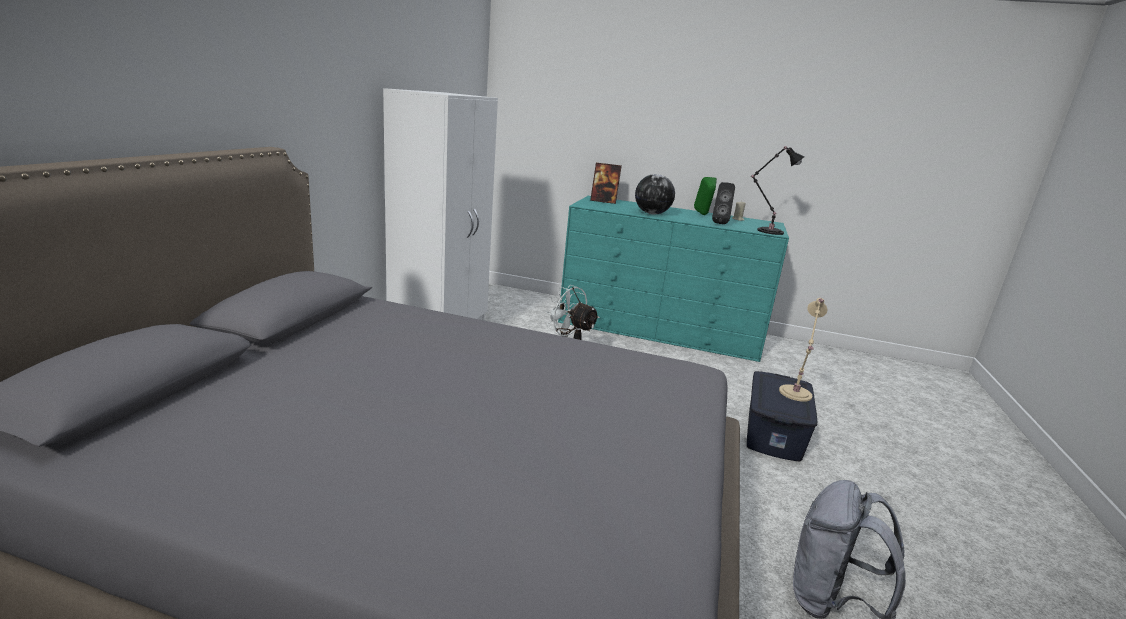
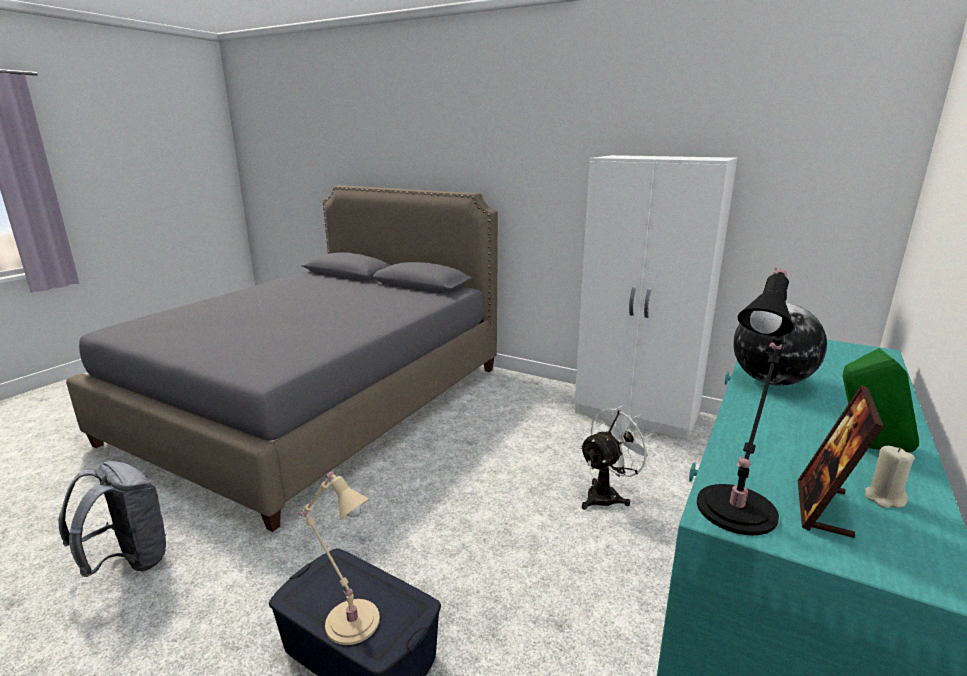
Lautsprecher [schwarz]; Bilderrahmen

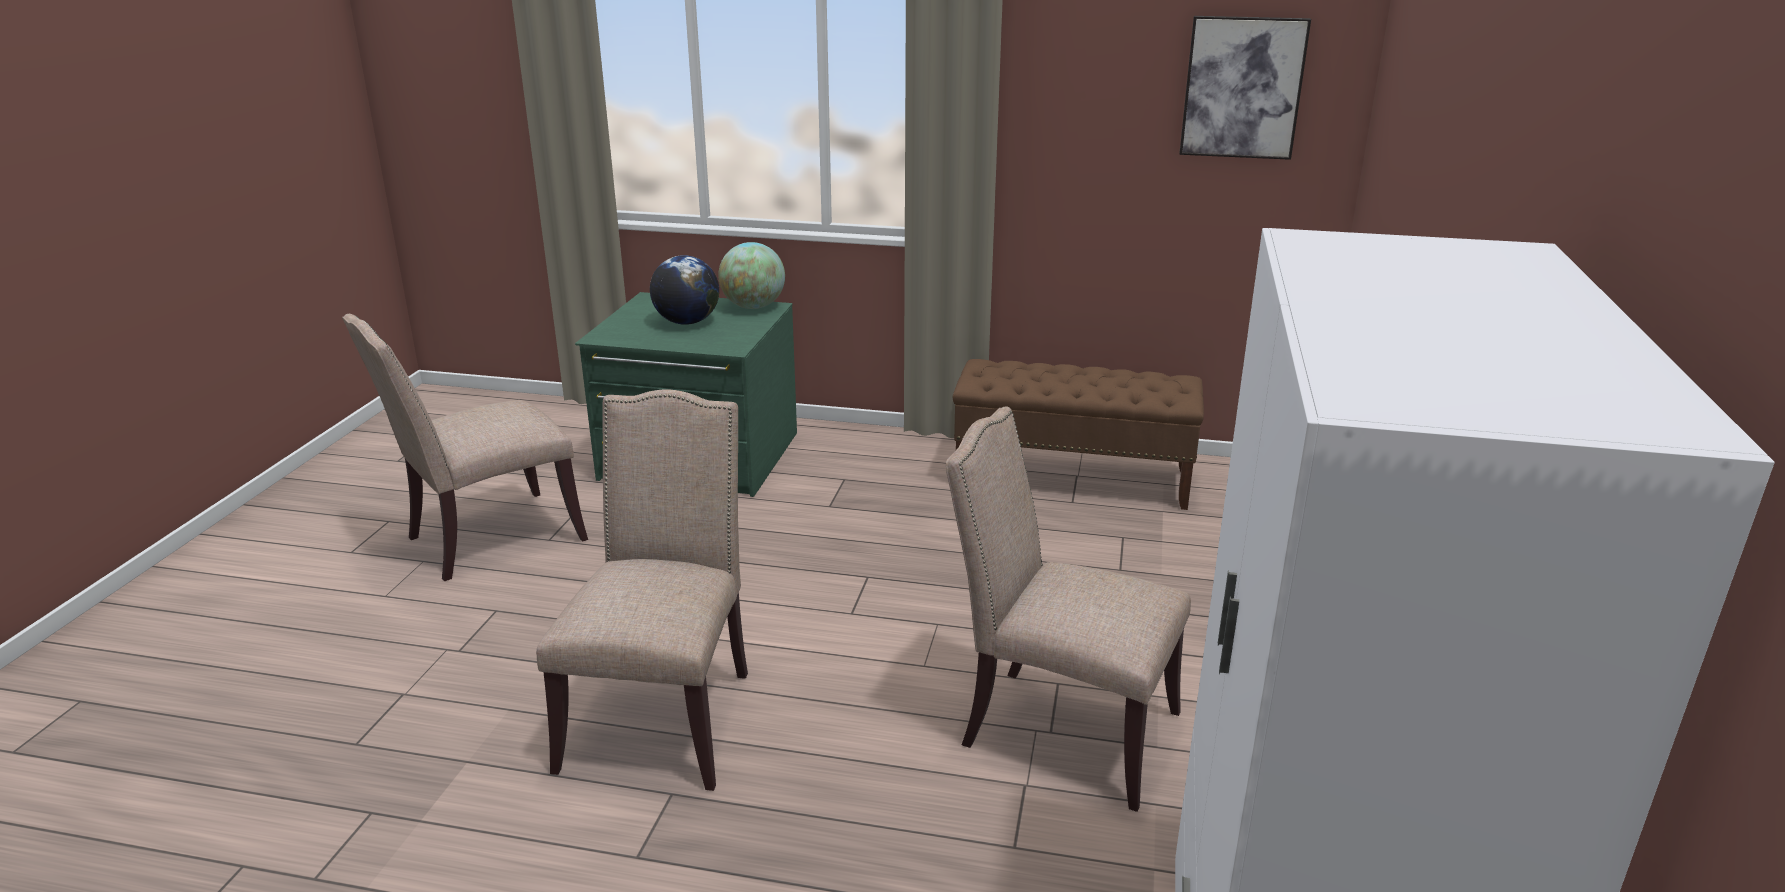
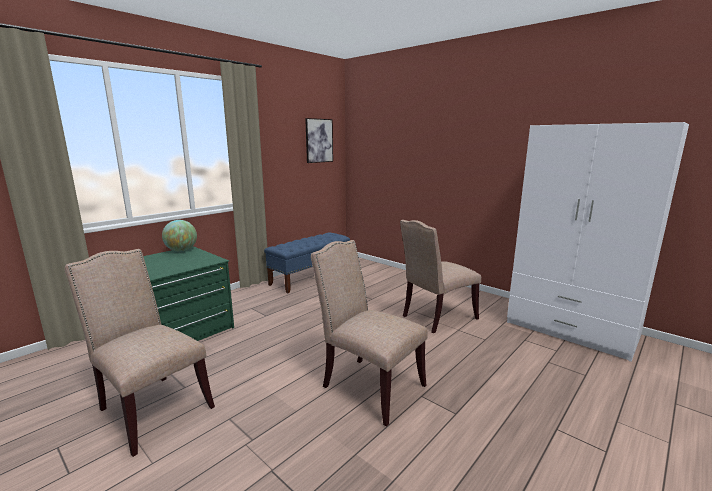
Globus (no. 1 from left in the first image); Bank [blau]; Stuhl [beige] (no. 1 from left)

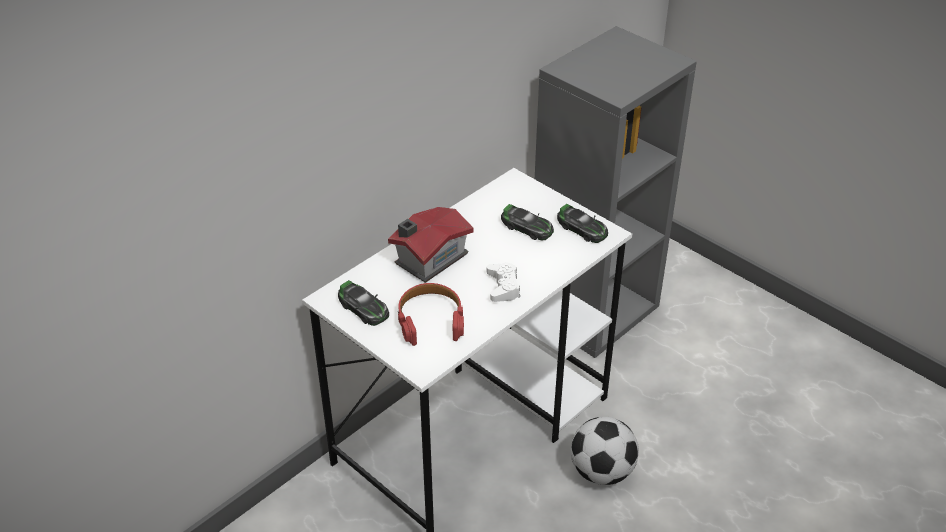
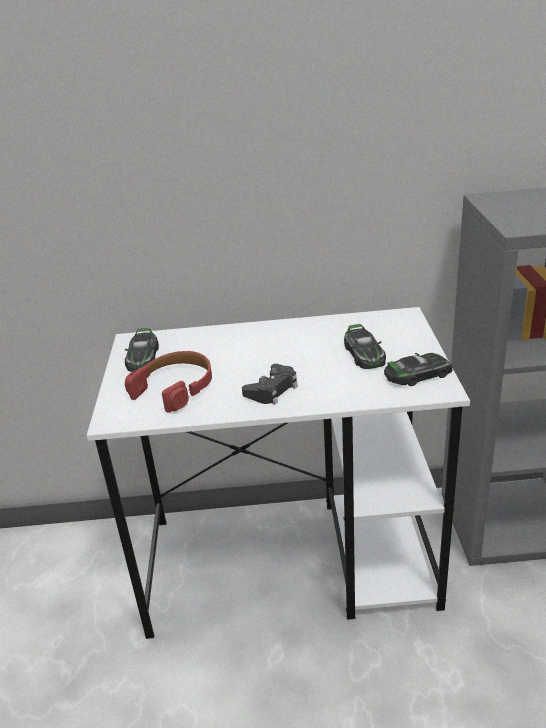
Spielzeughaus; Fußball; Gamepad [schwarz]; Spielzeugauto (no. 3 from left)

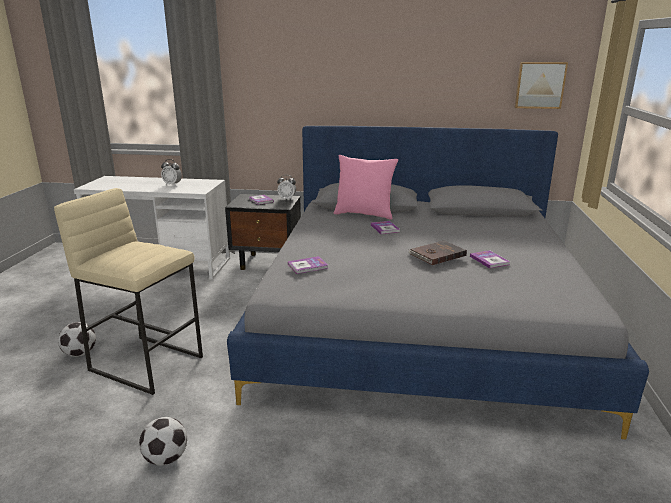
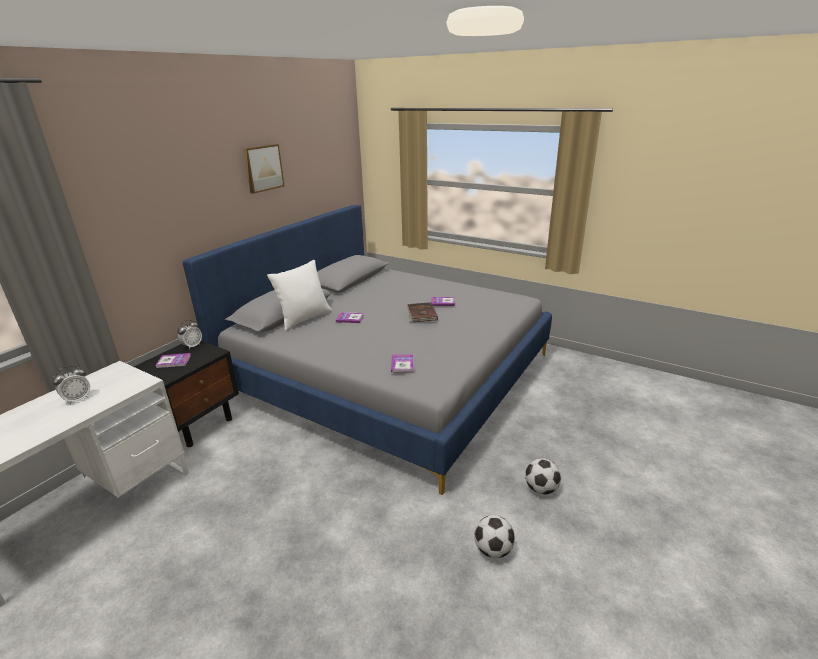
Hocker [beige]; Fußball (no. 2 from left); Bild; Kissen [weiß]

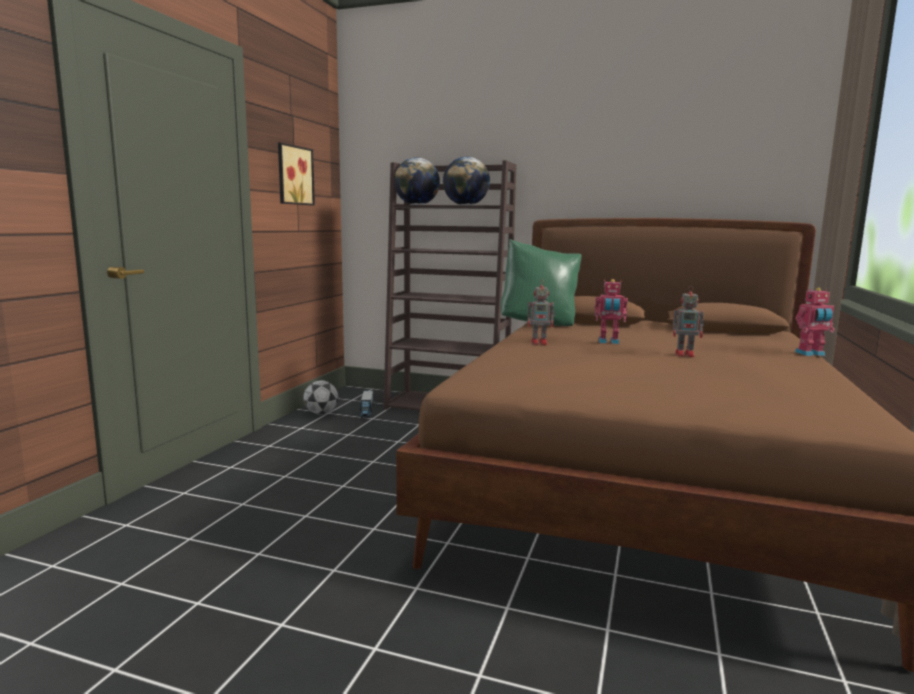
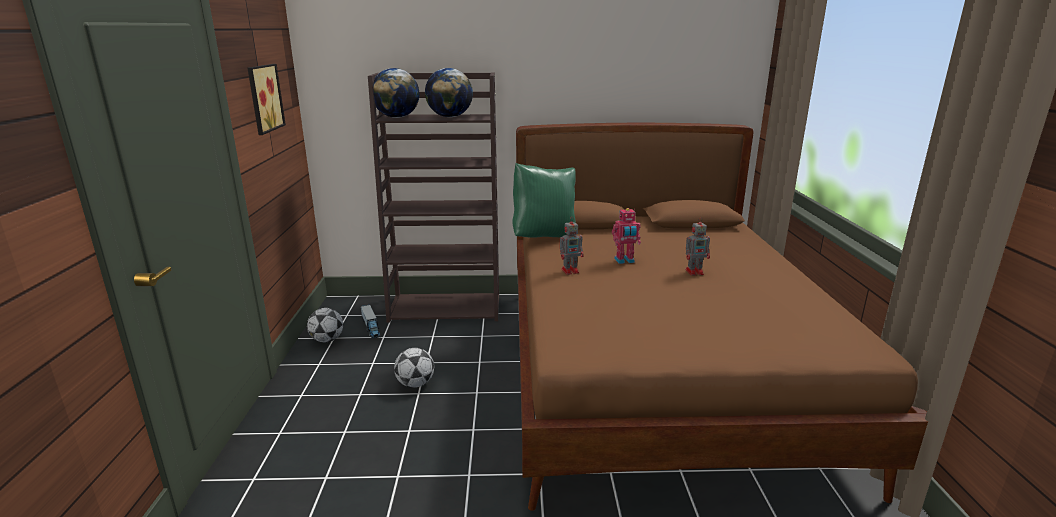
Spielzeugroboter (no. 4 from left in the first image); Fußball (no. 2 from left)

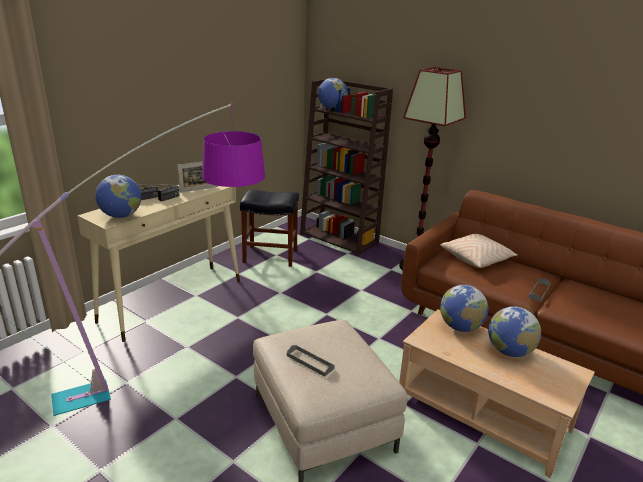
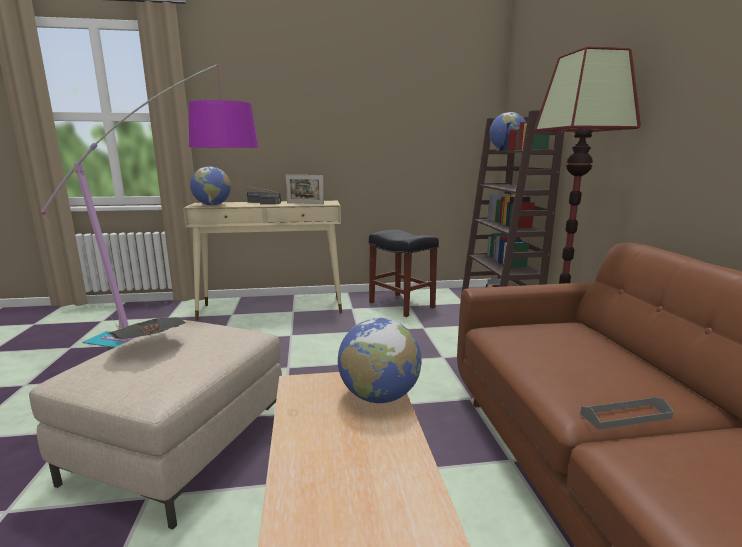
Kissen [beige]; Globus (no. 4 from left in the first image); Zeitung

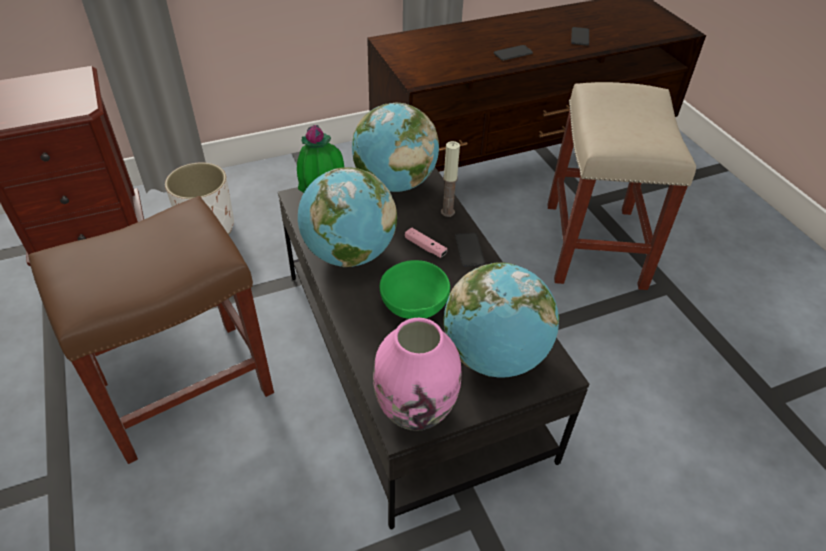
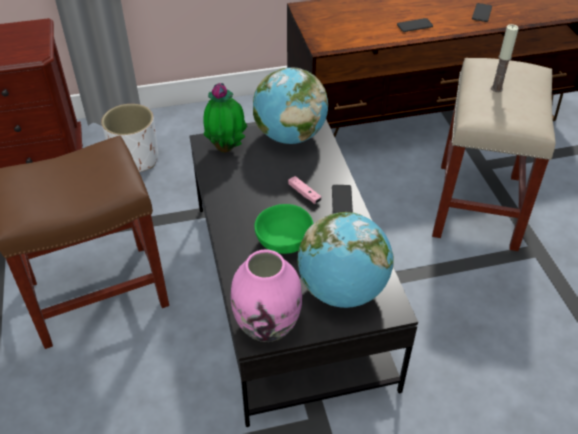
Globus (no. 1 from left in the first image); Kerze

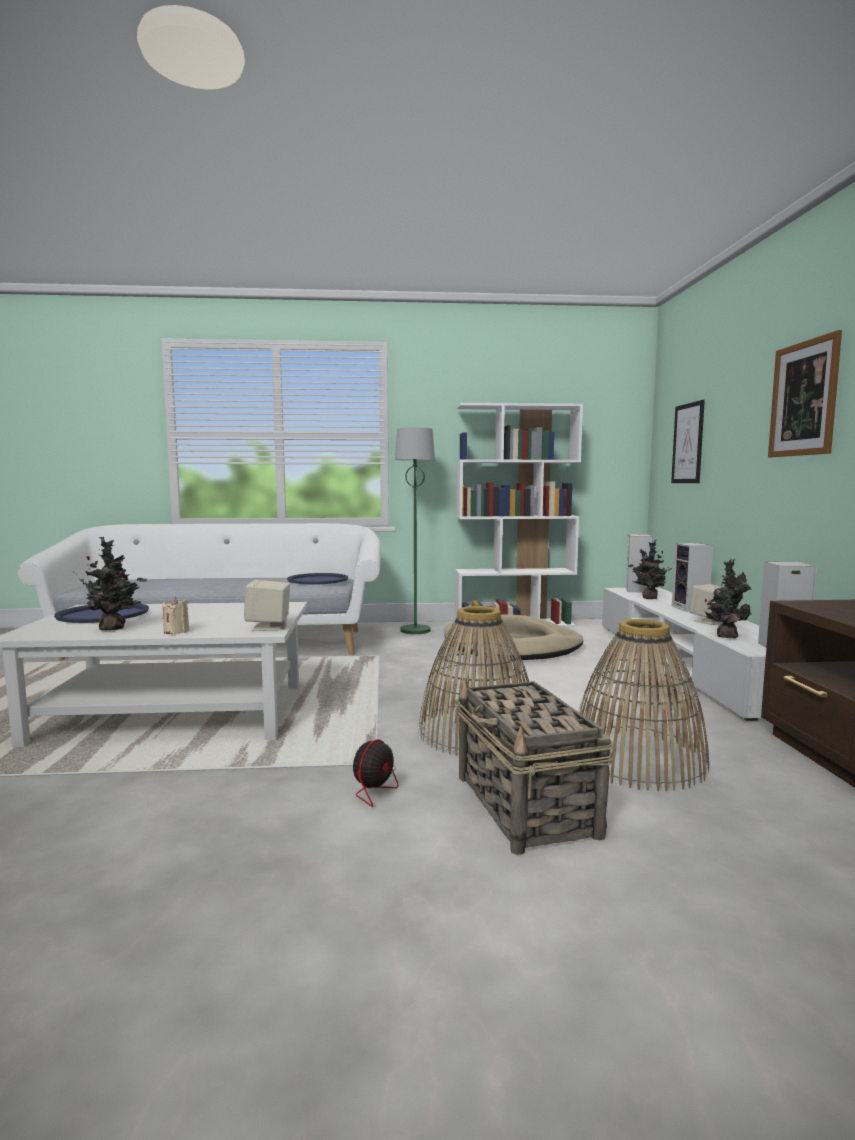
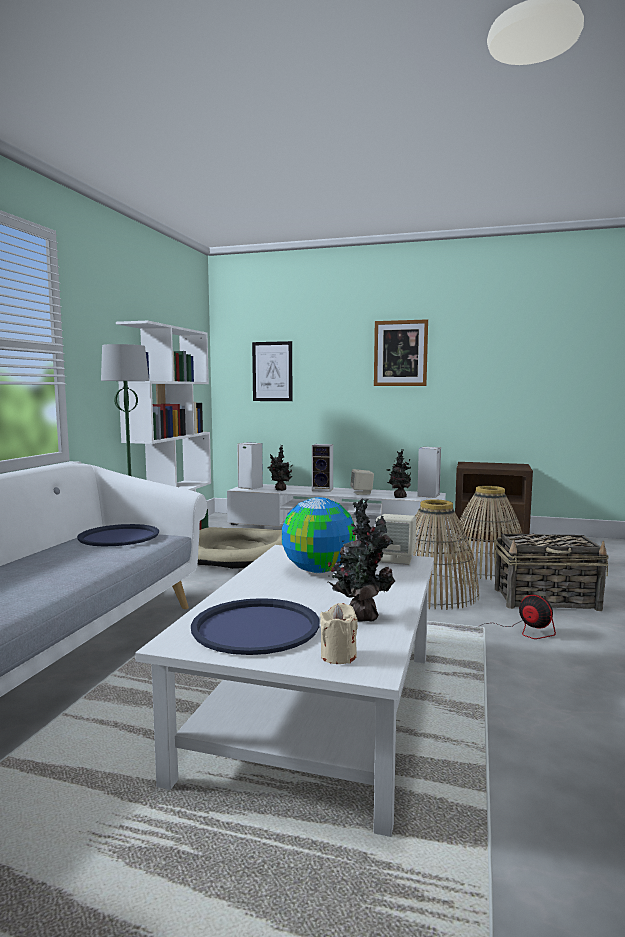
Globus; Kerze [beige]

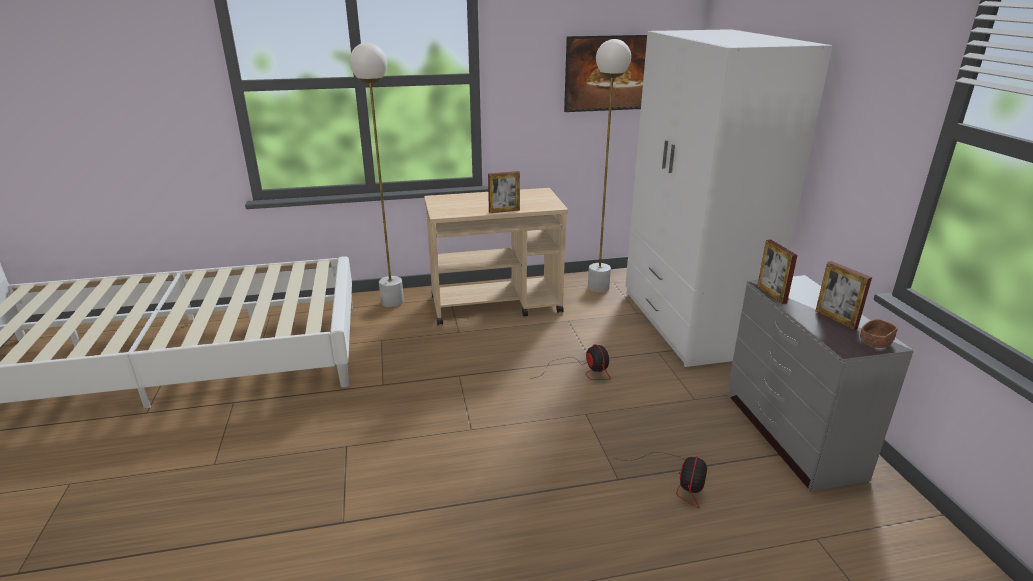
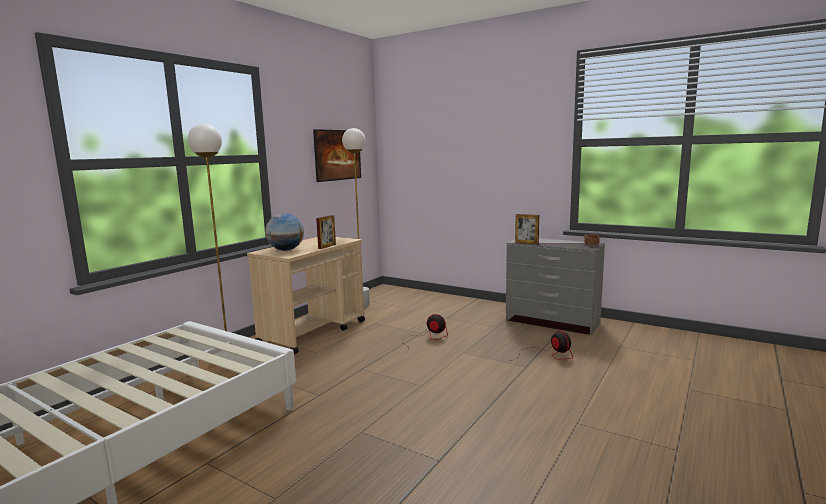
Kleiderschrank [weiß]; Bilderrahmen (no. 3 from left in the first image); Globus

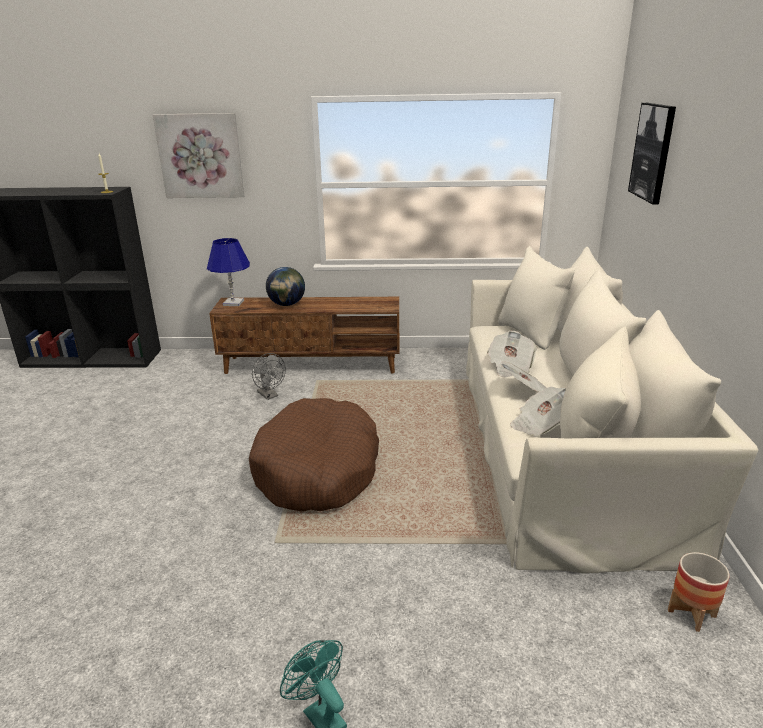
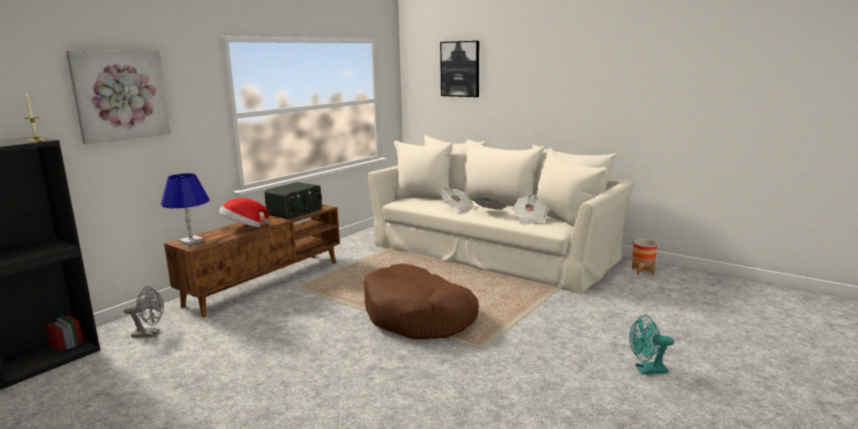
Radio; Ventilator [grau]; Hut

